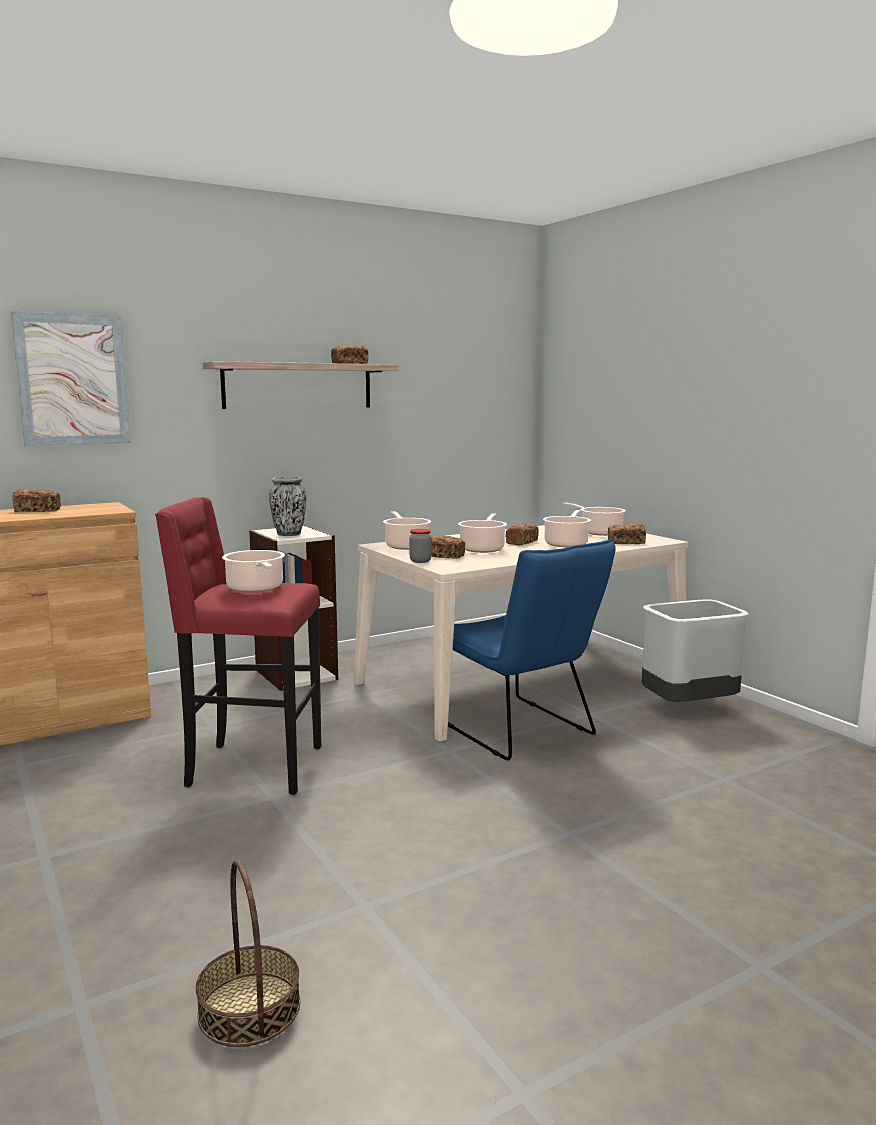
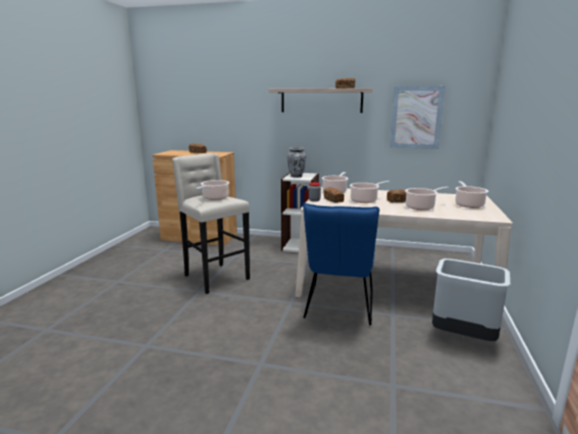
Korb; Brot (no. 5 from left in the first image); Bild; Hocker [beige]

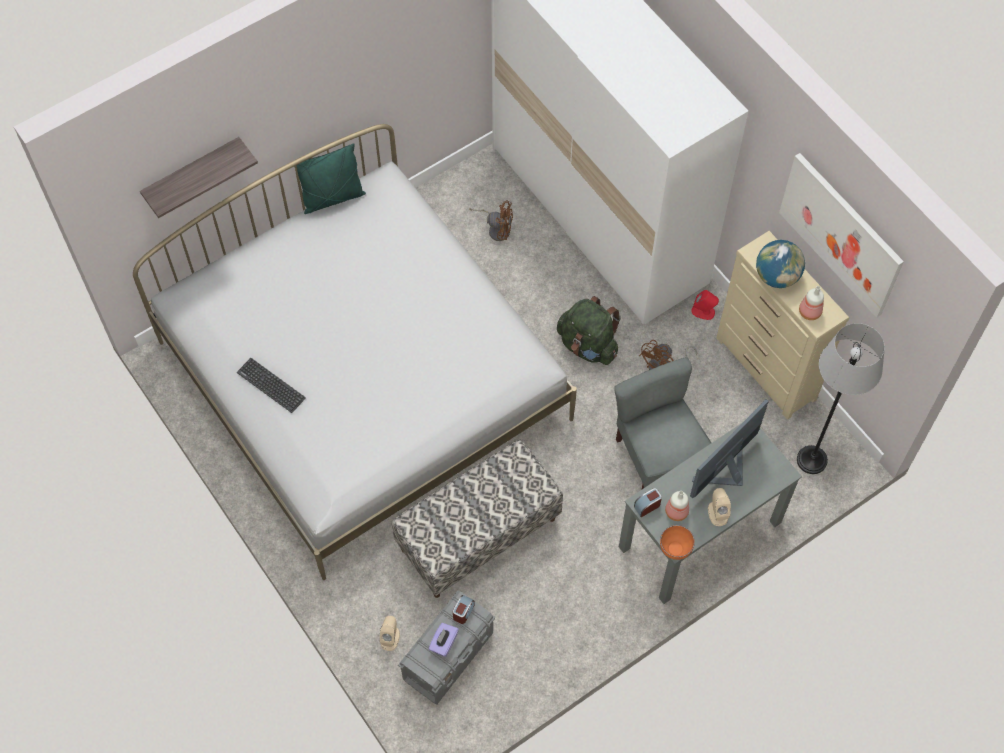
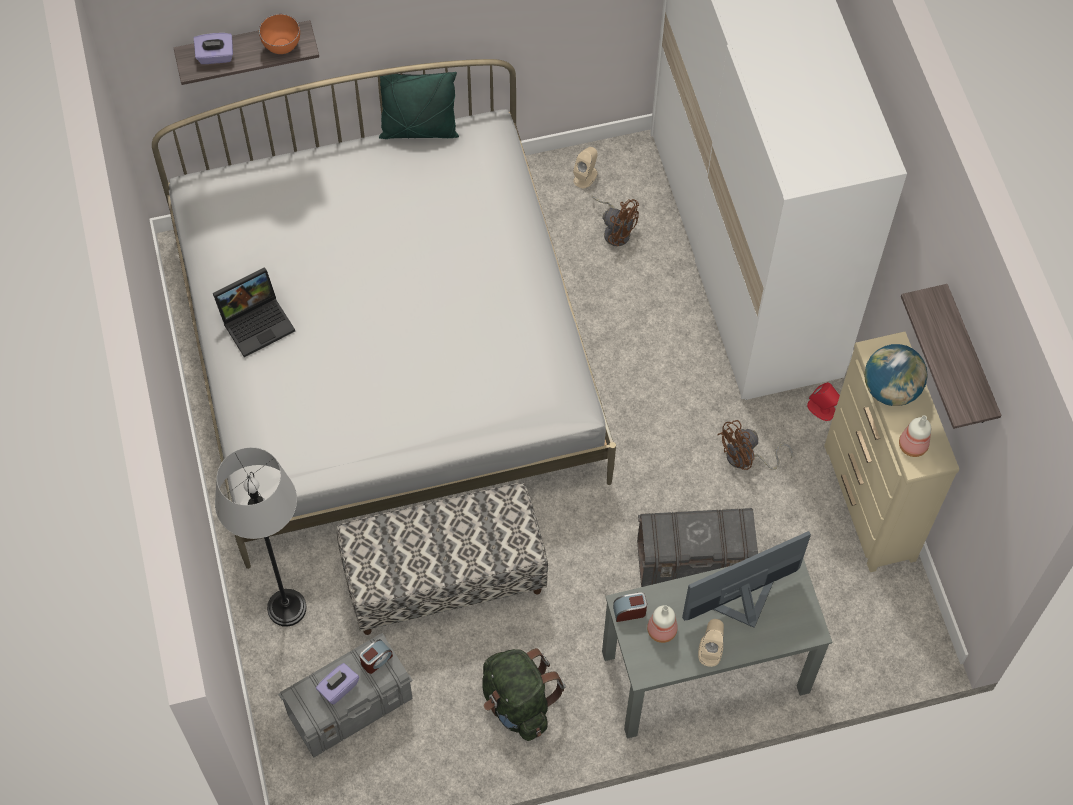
Taschentuchbox [lila] (no. 1 from left); Lautsprecher [beige] (no. 1 from left); Rucksack [grün]; Schüssel [orange]; Stehlampe [grau]; Laptop; Aufbewahrungsbox [grau] (no. 2 from left); Wandregal (no. 2 from left)

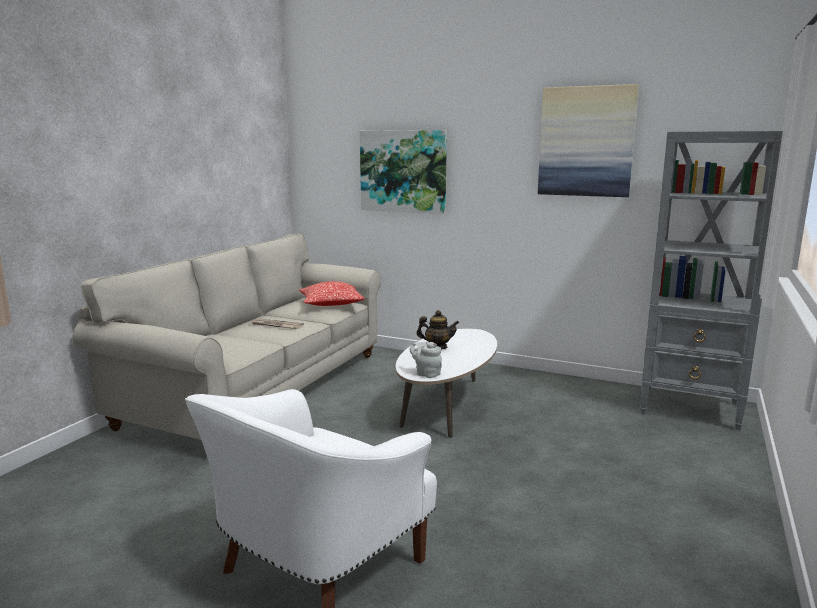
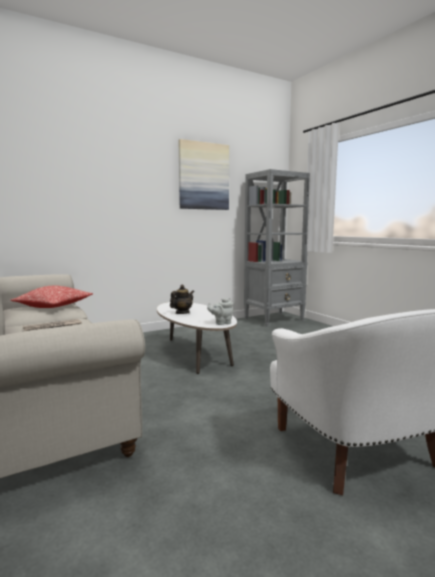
Bild (no. 1 from left in the first image)

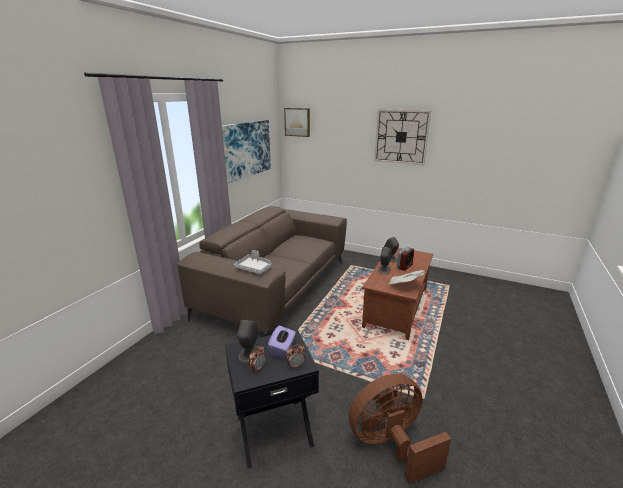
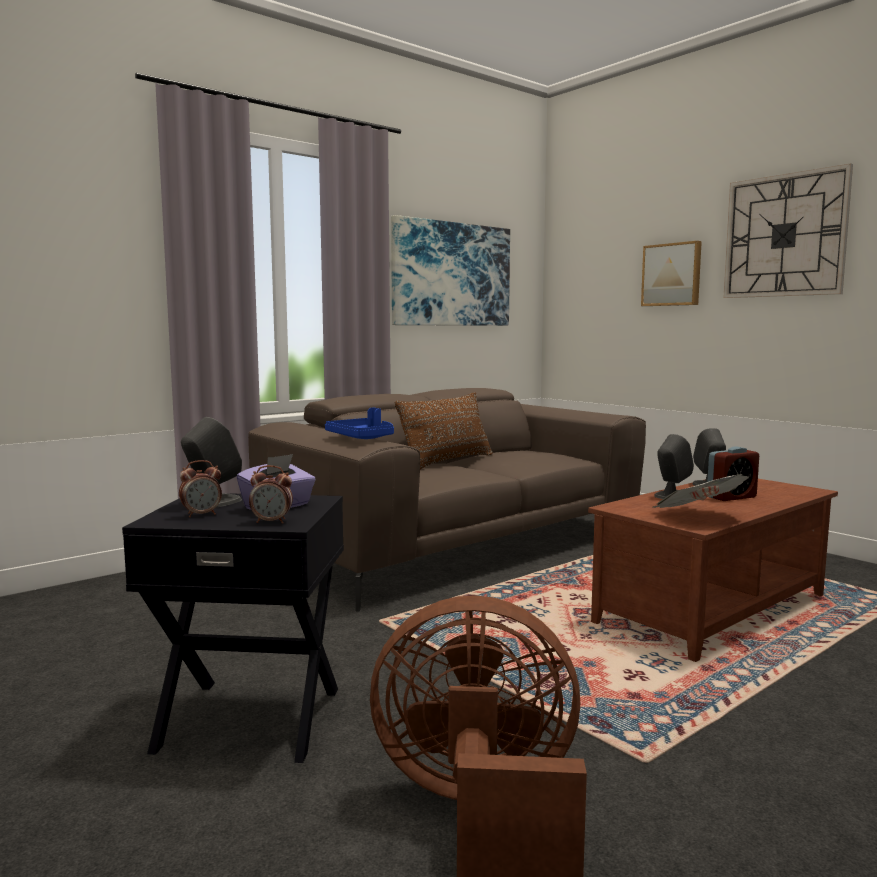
Kissen [braun]; Bild (no. 2 from left); Tablett [blau]

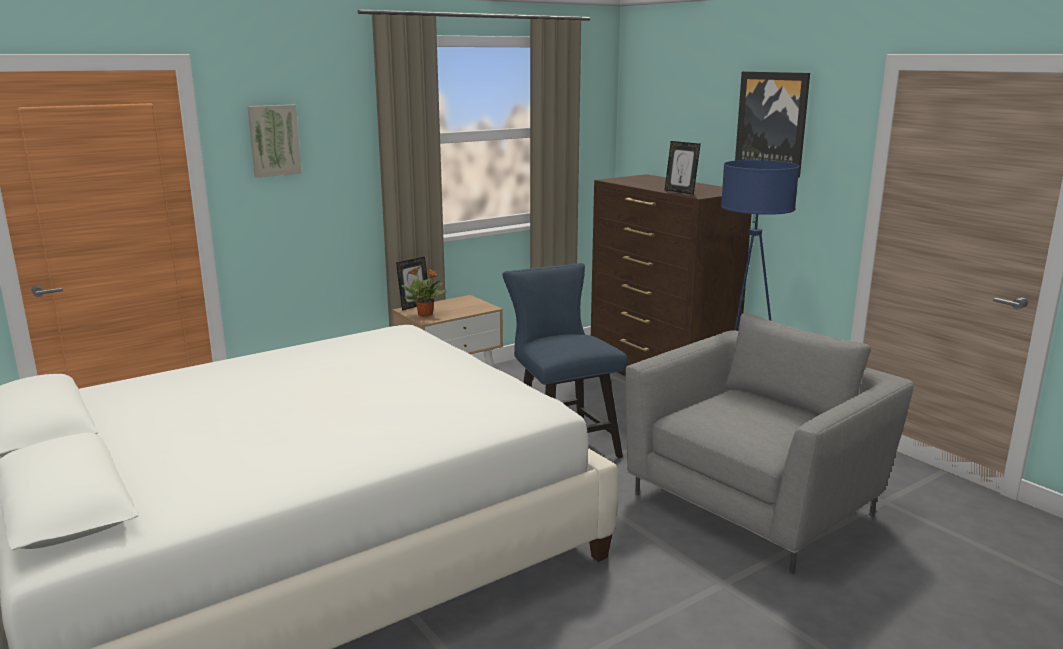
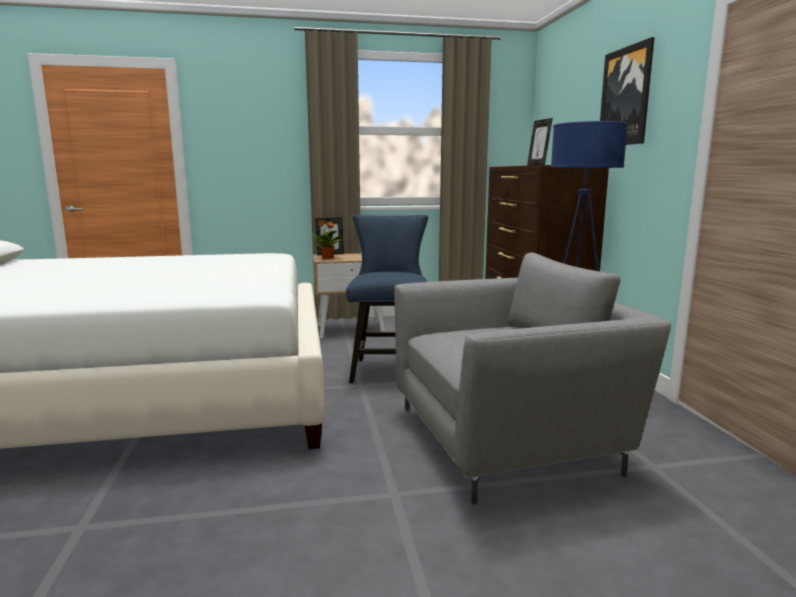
Bild (no. 1 from left in the first image)

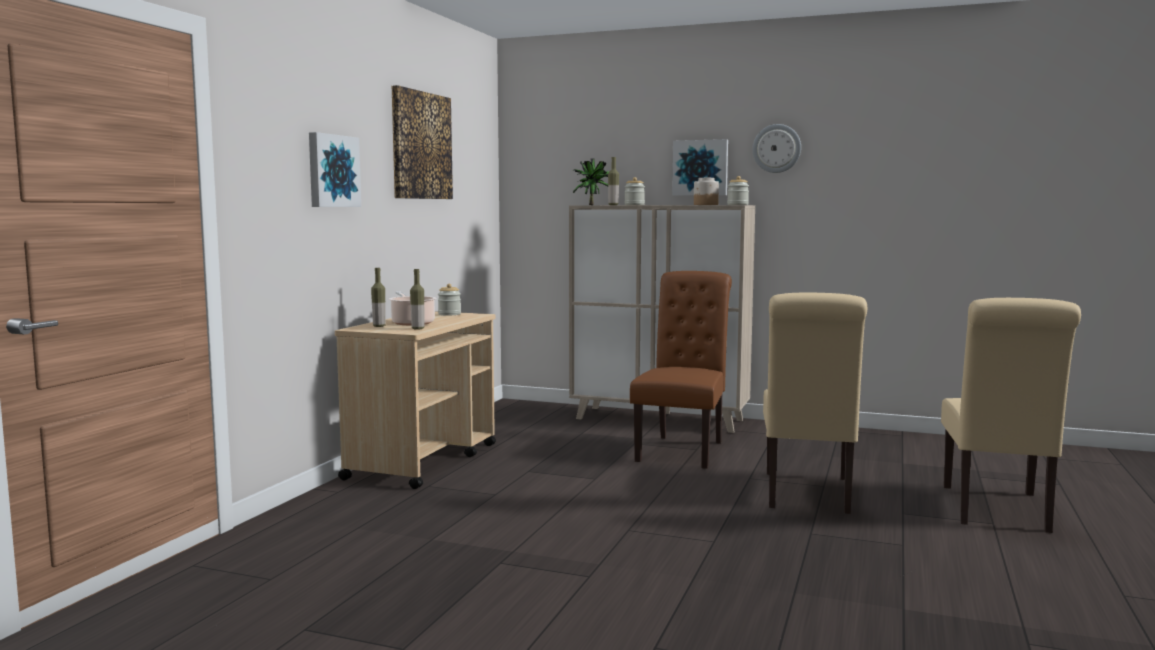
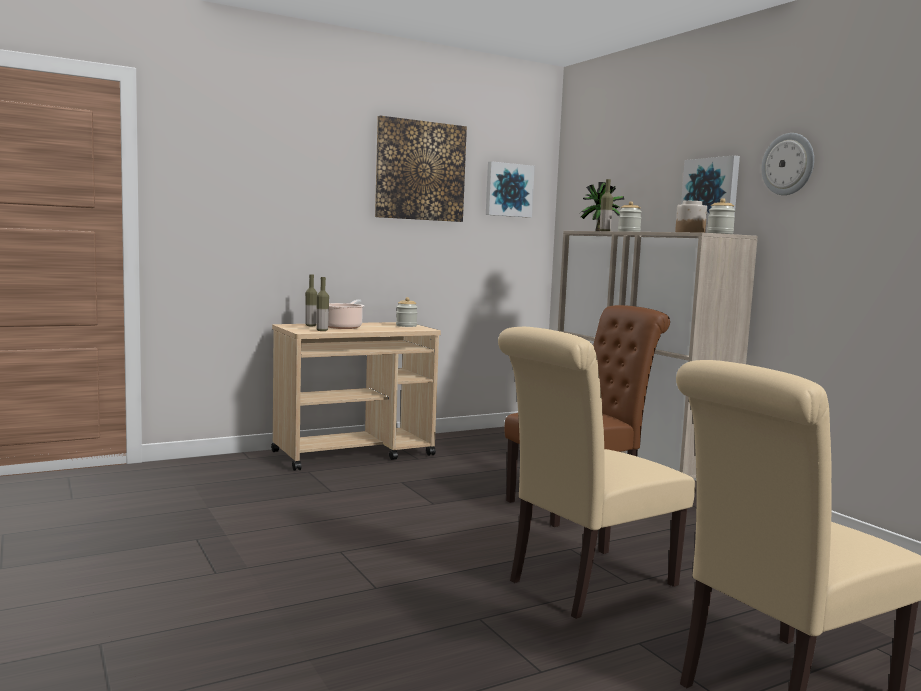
Bild (no. 2 from left)

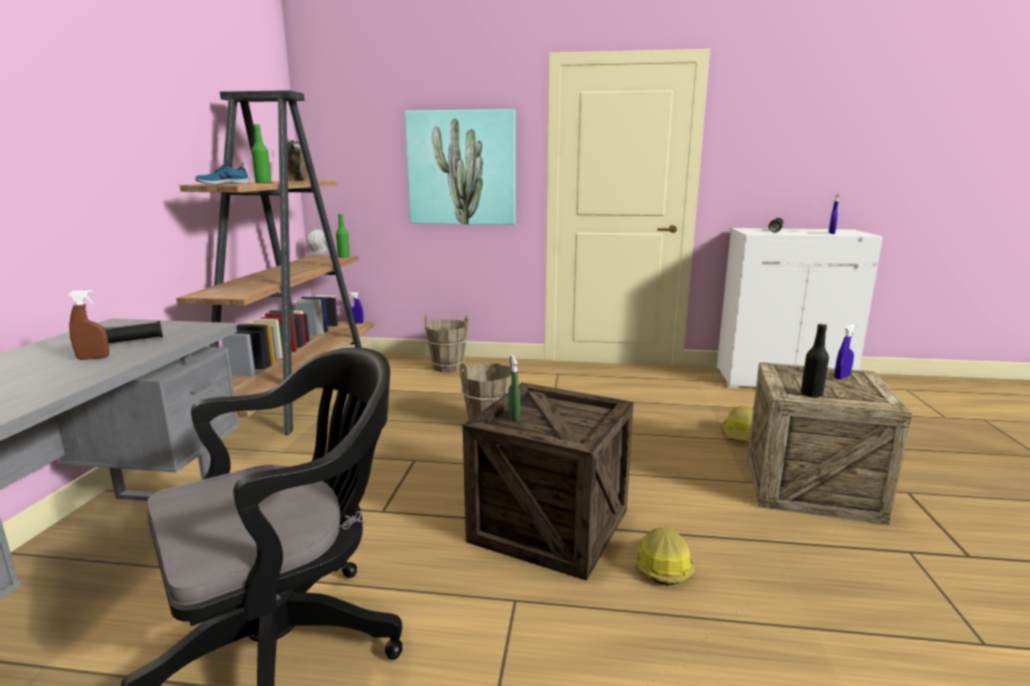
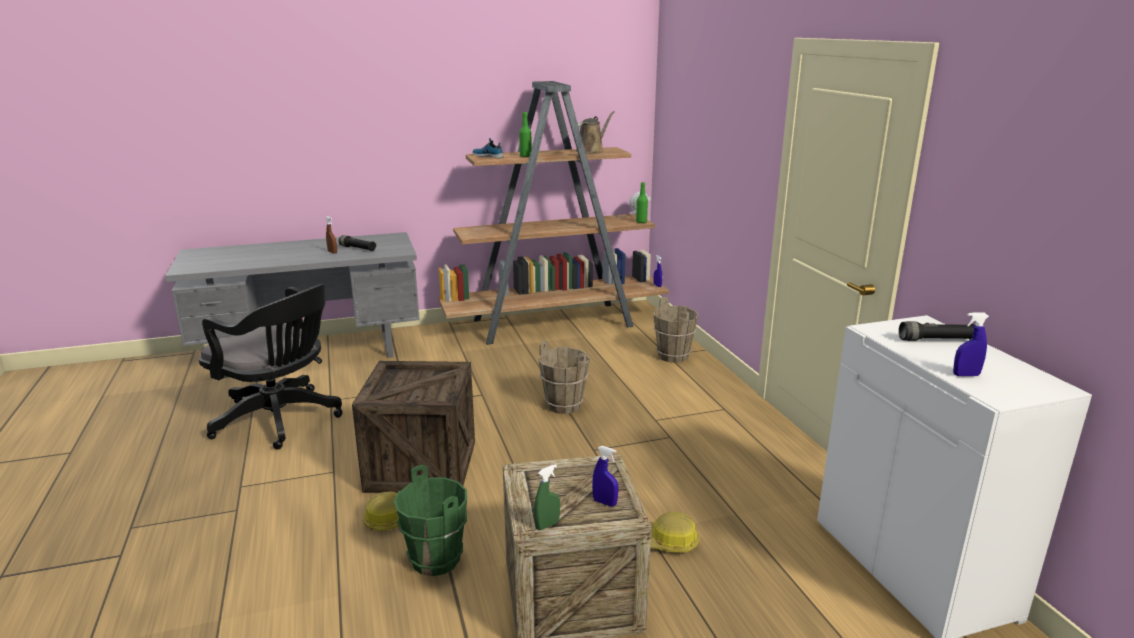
Bild; Flasche [schwarz]; Eimer [grün]; Sprühflasche [grün]

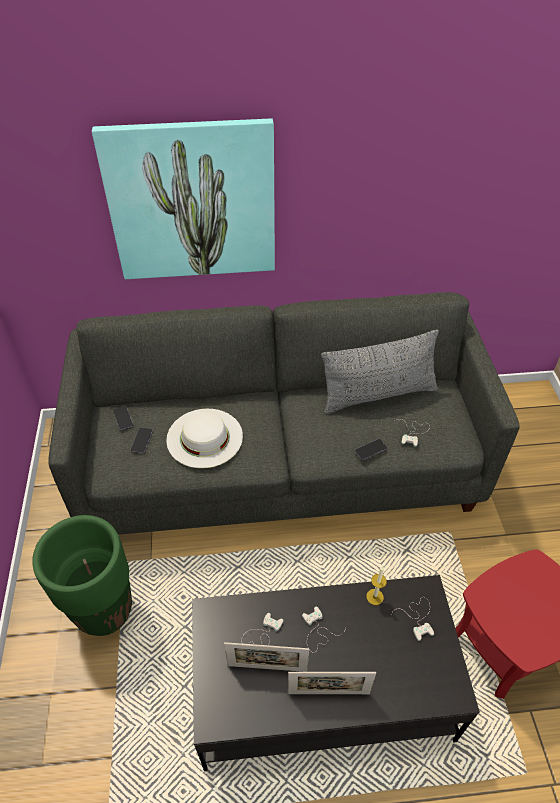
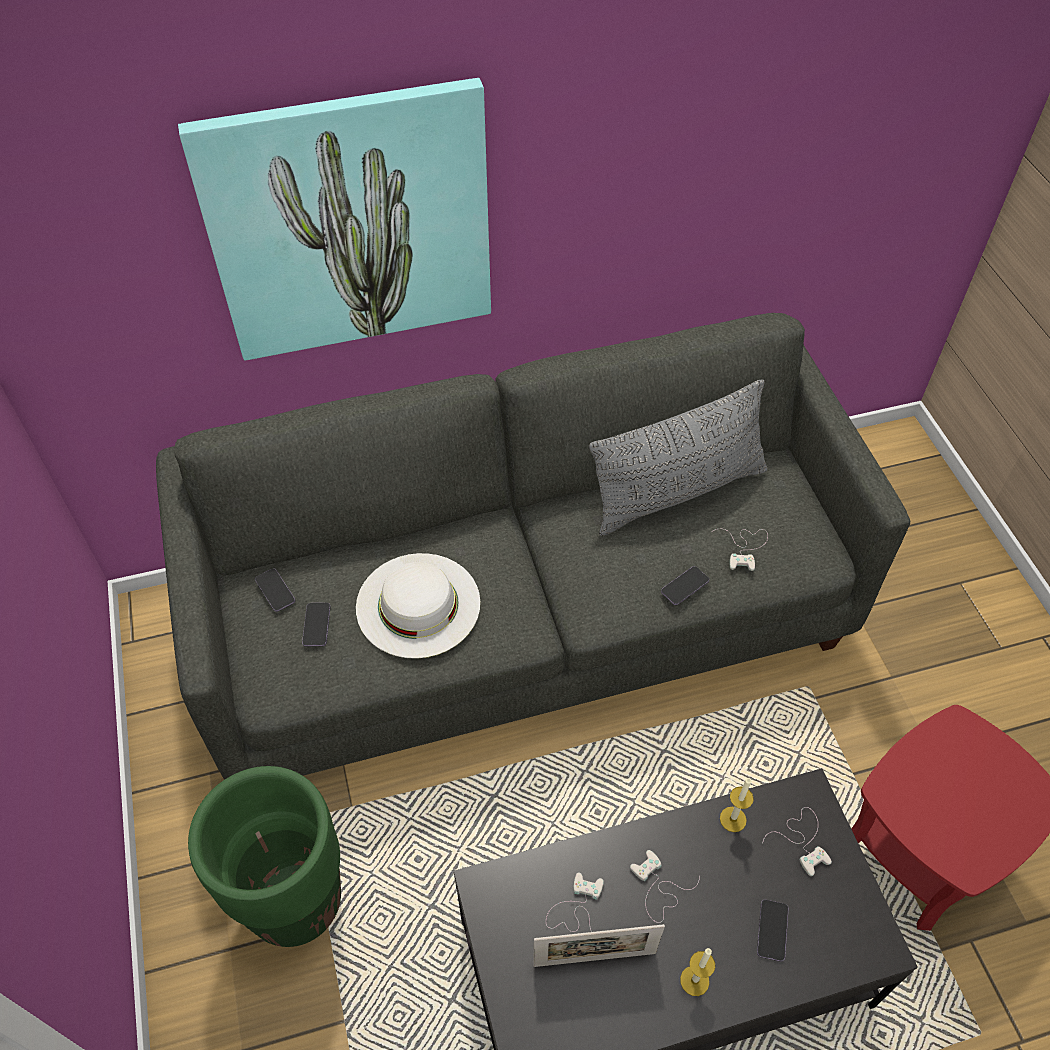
Handy (no. 4 from left); Kerze (no. 1 from left)

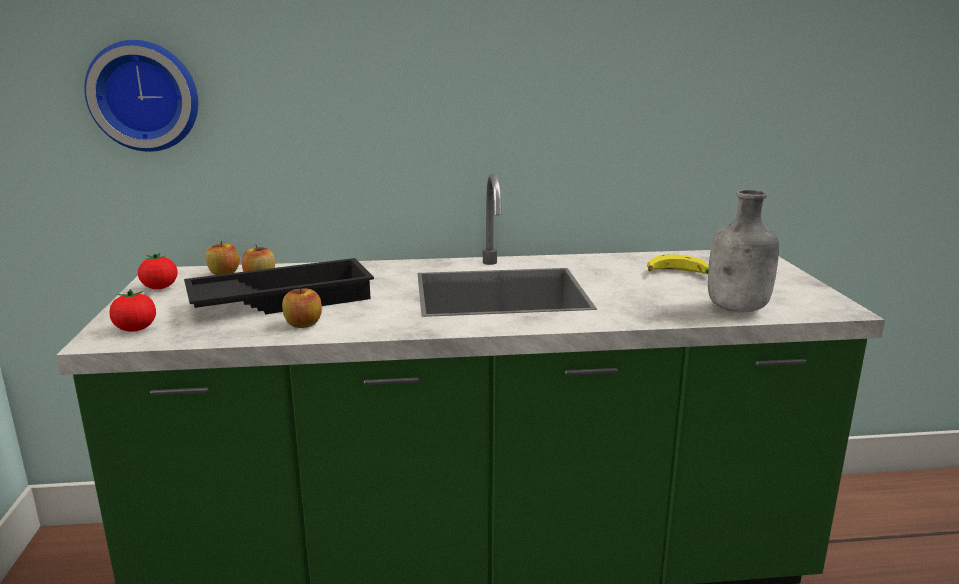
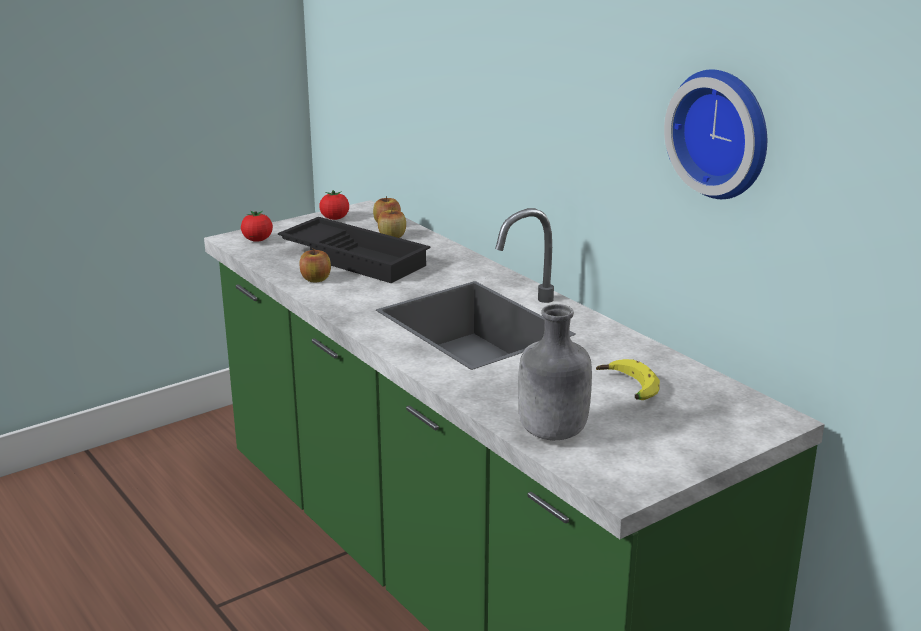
Wanduhr

